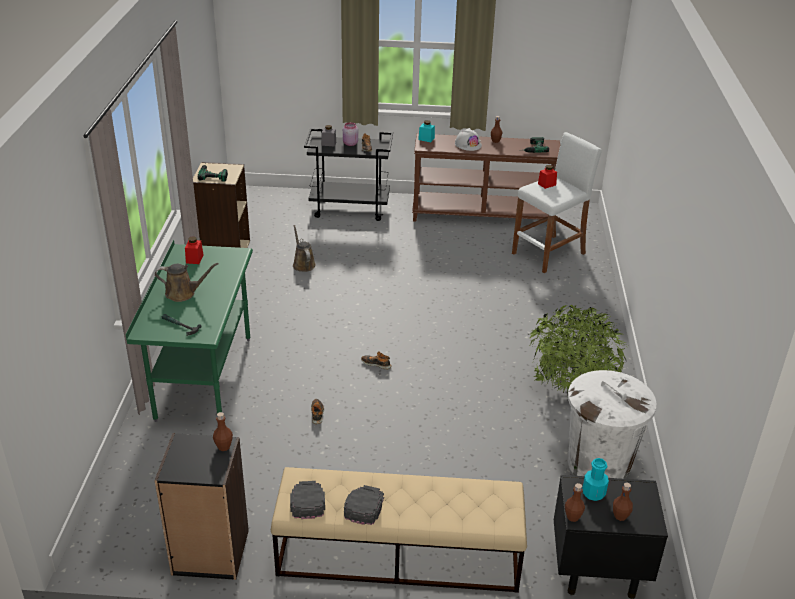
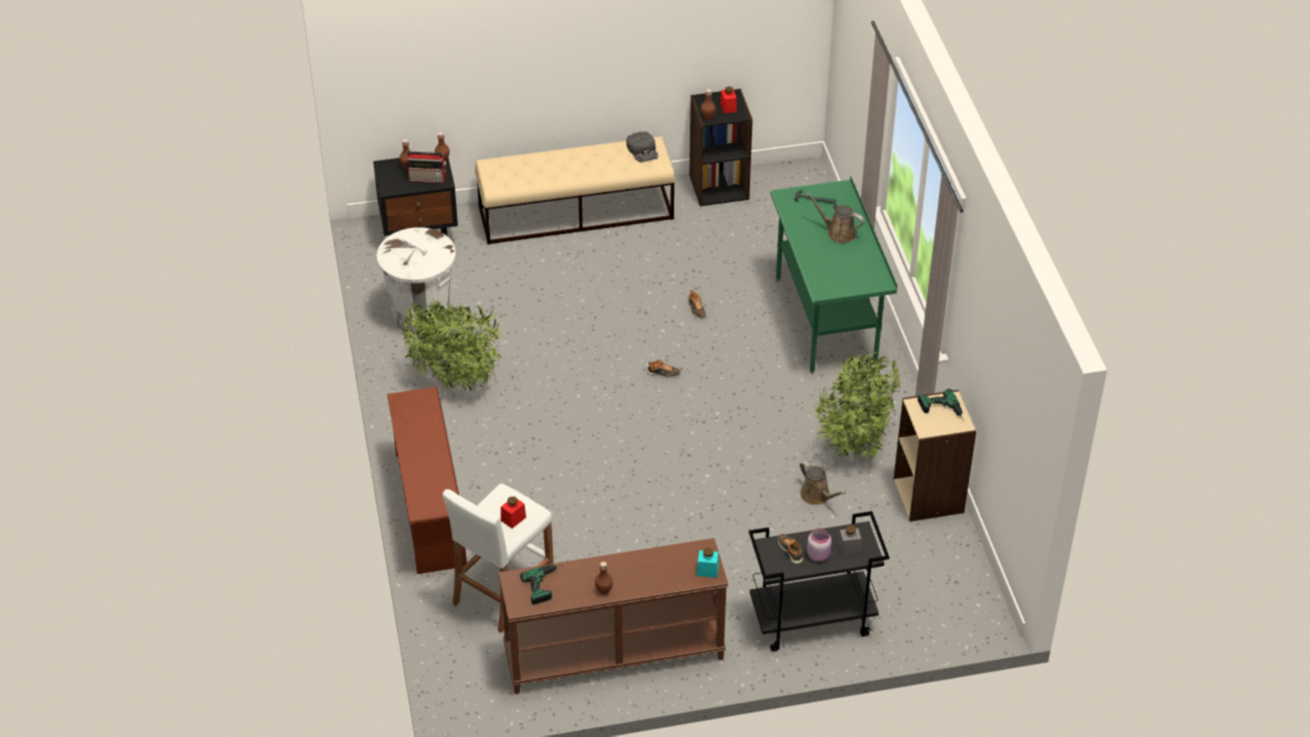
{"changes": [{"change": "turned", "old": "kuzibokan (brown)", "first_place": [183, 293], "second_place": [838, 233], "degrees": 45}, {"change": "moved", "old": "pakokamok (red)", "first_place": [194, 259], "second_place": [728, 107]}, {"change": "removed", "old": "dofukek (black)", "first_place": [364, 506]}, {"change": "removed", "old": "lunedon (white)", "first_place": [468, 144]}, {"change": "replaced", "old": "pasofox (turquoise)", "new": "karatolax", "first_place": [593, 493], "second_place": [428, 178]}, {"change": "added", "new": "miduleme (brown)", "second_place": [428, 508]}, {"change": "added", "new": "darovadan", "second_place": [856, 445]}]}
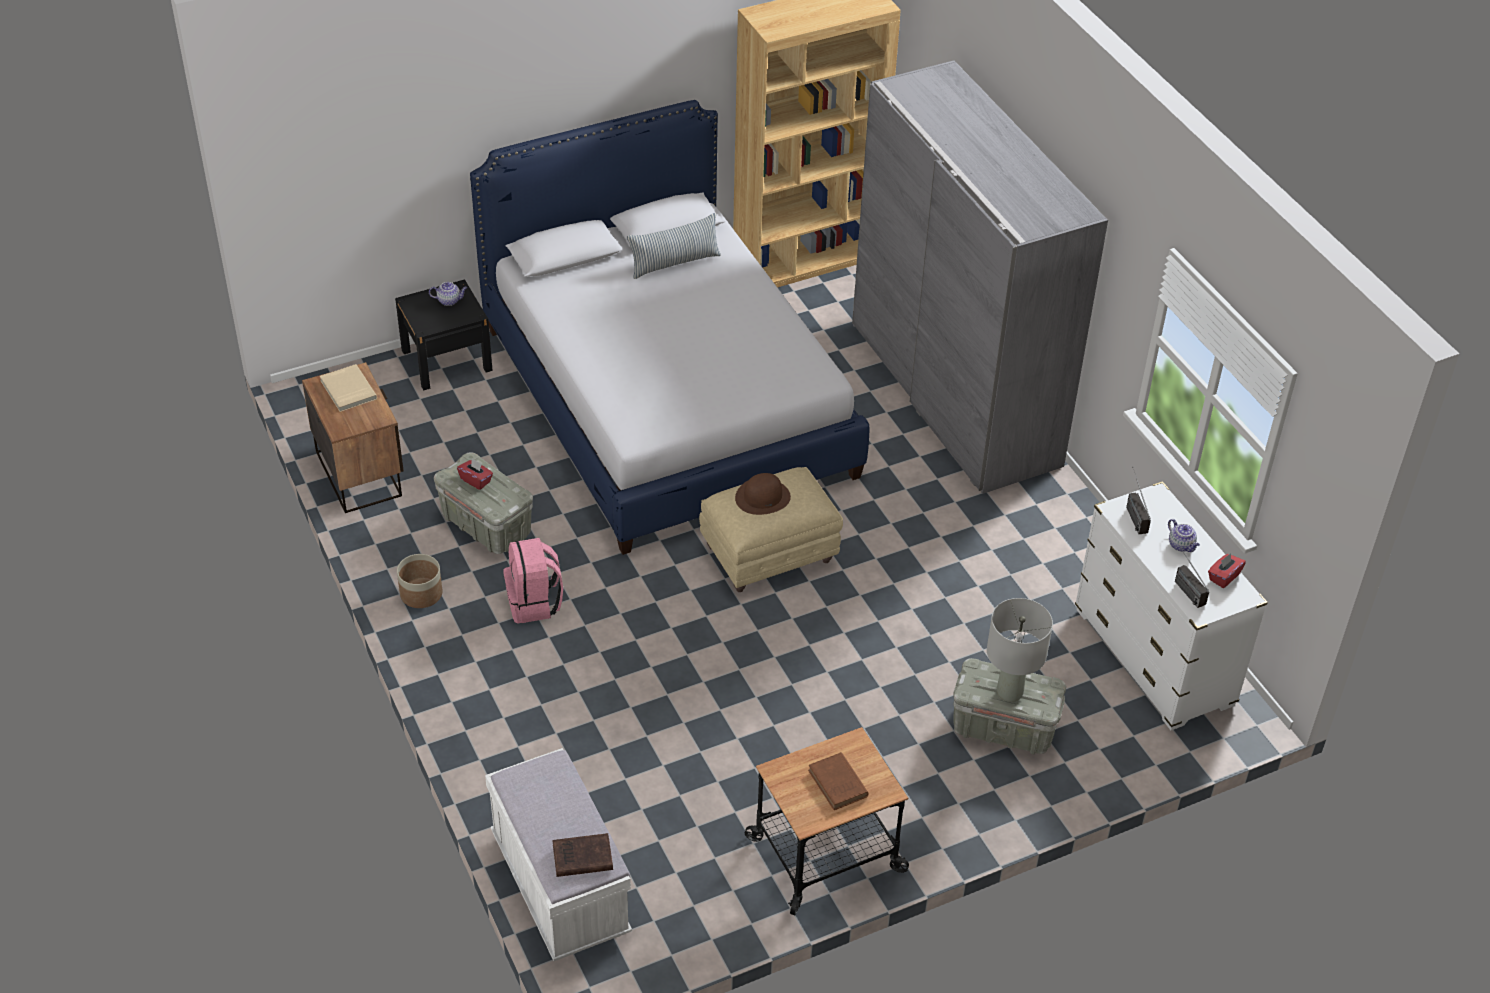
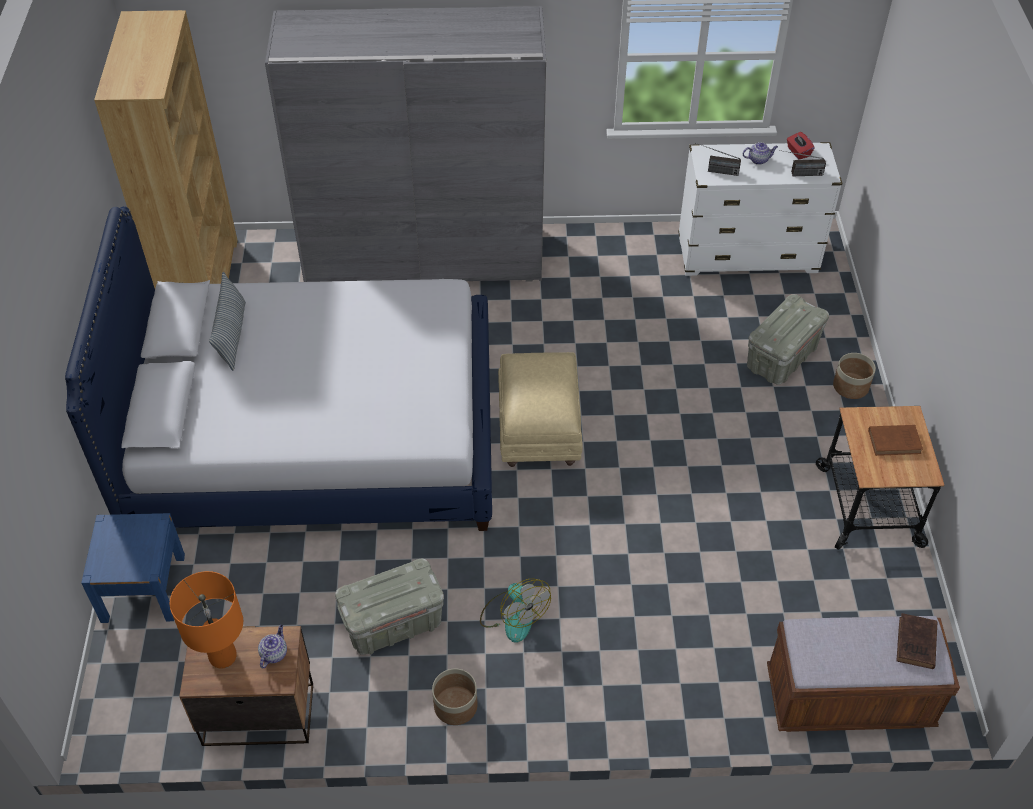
{"changes": [{"change": "replaced", "old": "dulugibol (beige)", "new": "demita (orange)", "first_place": [347, 390], "second_place": [223, 657]}, {"change": "recoloured", "old": "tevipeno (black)", "new": "tevipeno (blue)", "first_place": [446, 360], "second_place": [143, 588]}, {"change": "moved", "old": "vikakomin", "first_place": [449, 300], "second_place": [274, 653]}, {"change": "removed", "old": "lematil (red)", "first_place": [476, 480]}, {"change": "recoloured", "old": "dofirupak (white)", "new": "dofirupak (brown)", "first_place": [560, 886], "second_place": [848, 699]}, {"change": "replaced", "old": "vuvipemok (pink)", "new": "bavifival", "first_place": [534, 603], "second_place": [513, 616]}, {"change": "removed", "old": "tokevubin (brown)", "first_place": [763, 497]}, {"change": "removed", "old": "demita (grey)", "first_place": [1010, 692]}, {"change": "added", "new": "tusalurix", "second_place": [851, 386]}]}
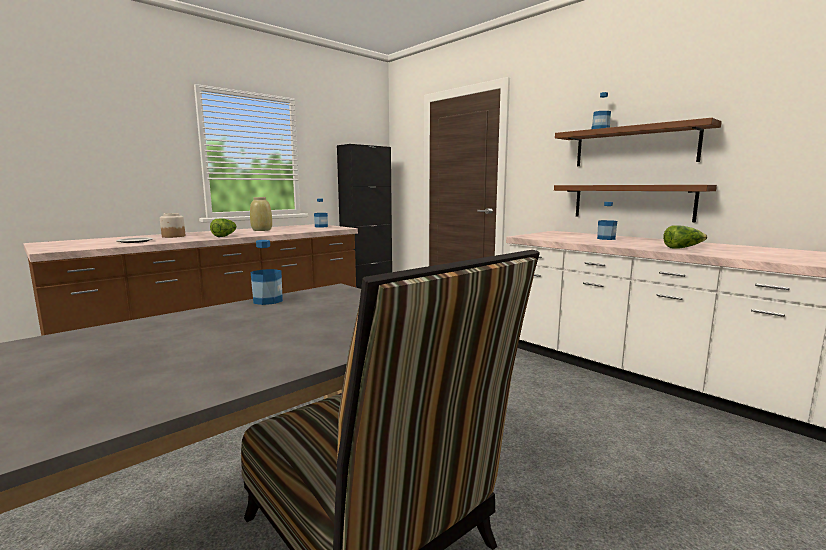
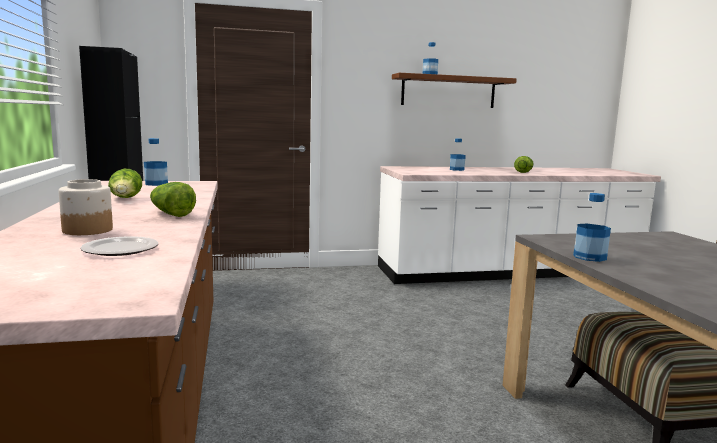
{"changes": [{"change": "replaced", "old": "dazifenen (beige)", "new": "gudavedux", "first_place": [262, 230], "second_place": [126, 199]}, {"change": "removed", "old": "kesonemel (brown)", "first_place": [632, 202]}]}
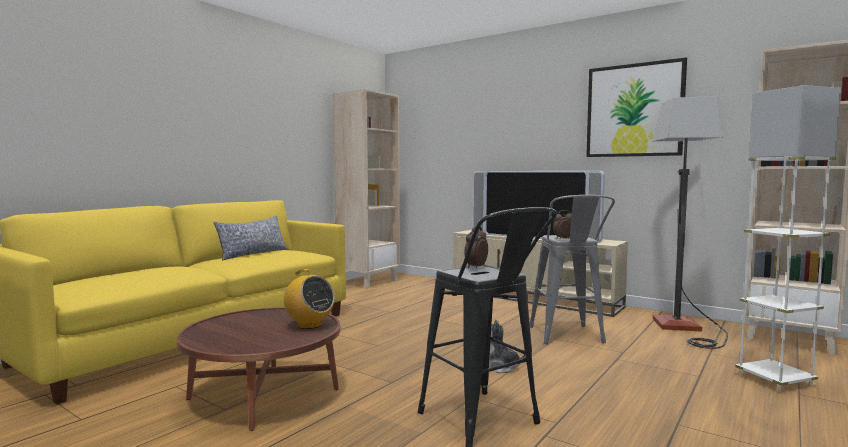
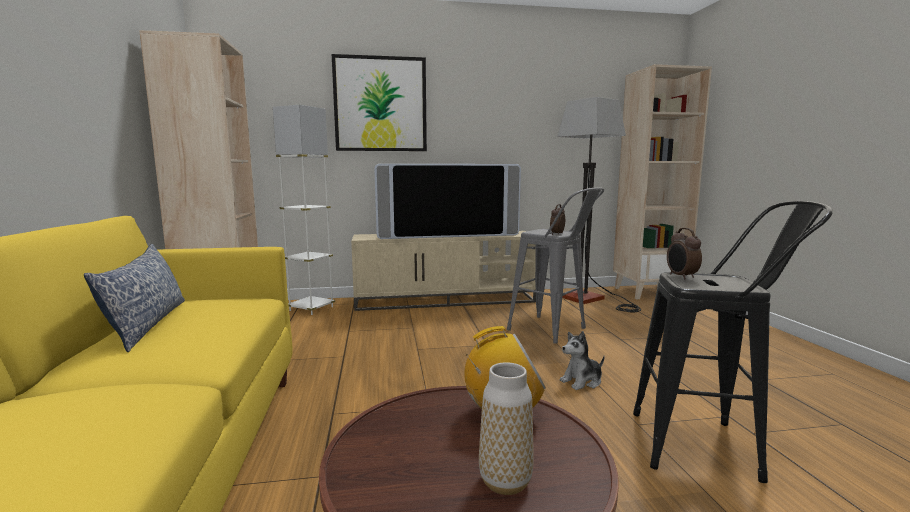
{"changes": [{"change": "moved", "old": "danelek", "first_place": [634, 110], "second_place": [380, 104]}, {"change": "moved", "old": "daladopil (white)", "first_place": [774, 380], "second_place": [311, 308]}, {"change": "added", "new": "dazifenen", "second_place": [505, 482]}]}
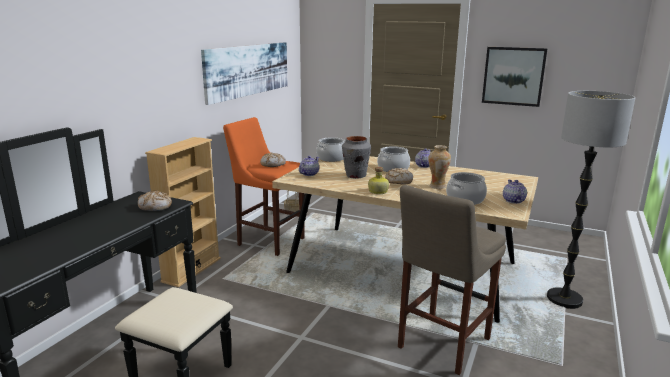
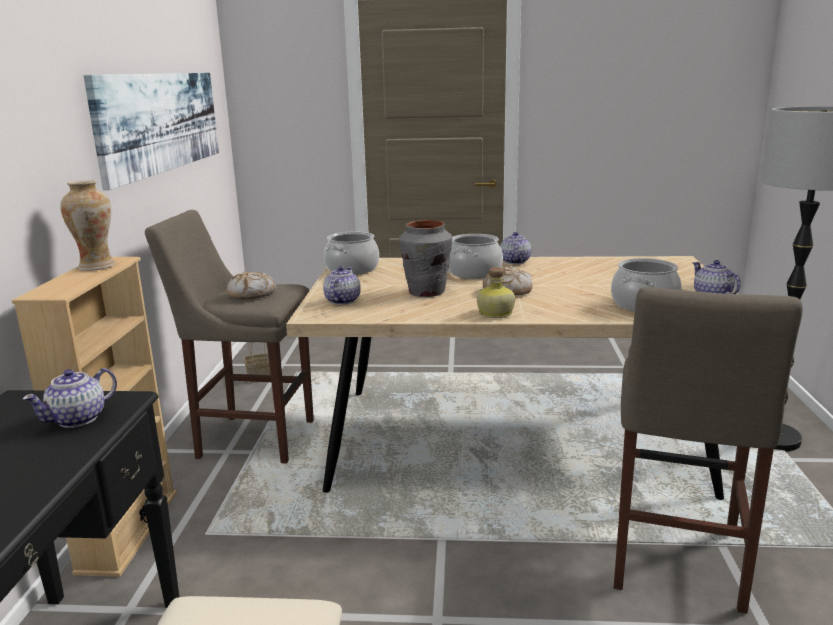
{"changes": [{"change": "replaced", "old": "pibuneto", "new": "vikakomin", "first_place": [155, 206], "second_place": [78, 419]}, {"change": "recoloured", "old": "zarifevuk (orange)", "new": "zarifevuk (beige)", "first_place": [268, 241], "second_place": [251, 438]}, {"change": "moved", "old": "dazifenen", "first_place": [437, 186], "second_place": [96, 266]}, {"change": "removed", "old": "danelek", "first_place": [513, 76]}]}
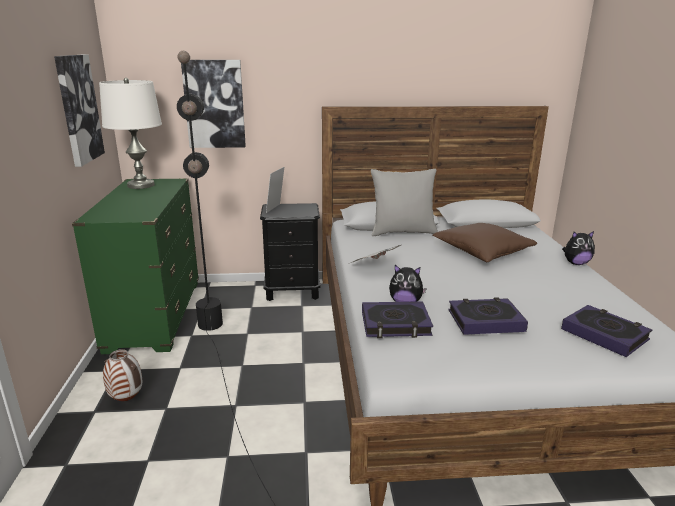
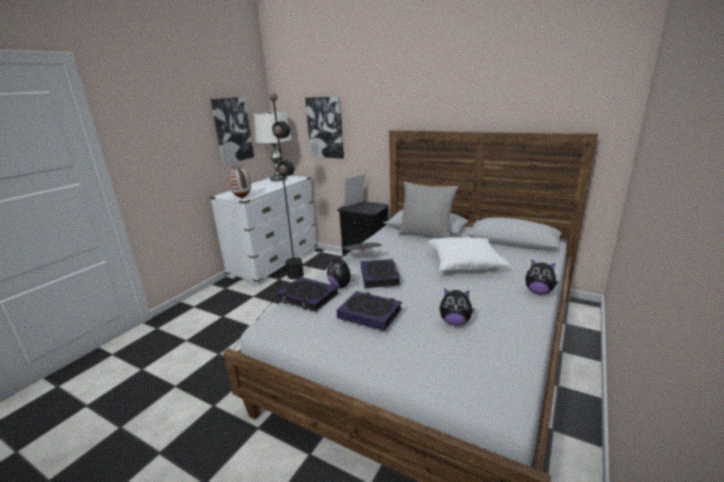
{"changes": [{"change": "recoloured", "old": "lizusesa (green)", "new": "lizusesa (white)", "first_place": [155, 315], "second_place": [275, 262]}, {"change": "moved", "old": "dazifenen", "first_place": [127, 399], "second_place": [242, 198]}, {"change": "recoloured", "old": "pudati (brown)", "new": "pudati (white)", "first_place": [482, 252], "second_place": [465, 263]}, {"change": "moved", "old": "dulugibol", "first_place": [604, 334], "second_place": [379, 277]}, {"change": "added", "new": "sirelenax", "second_place": [455, 322]}]}
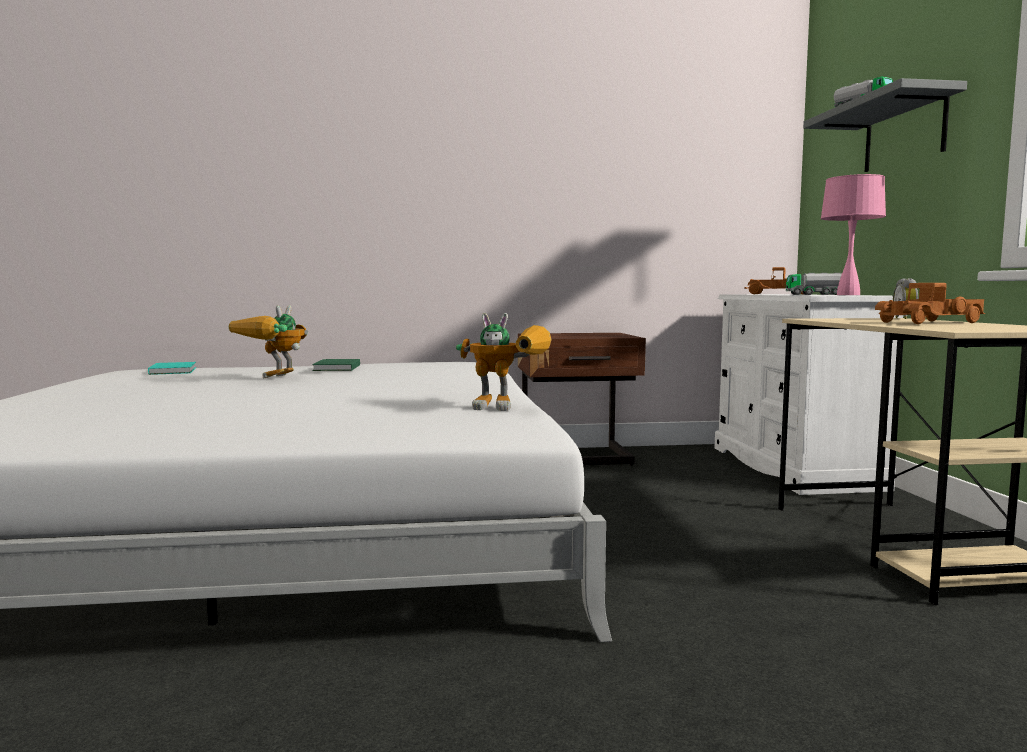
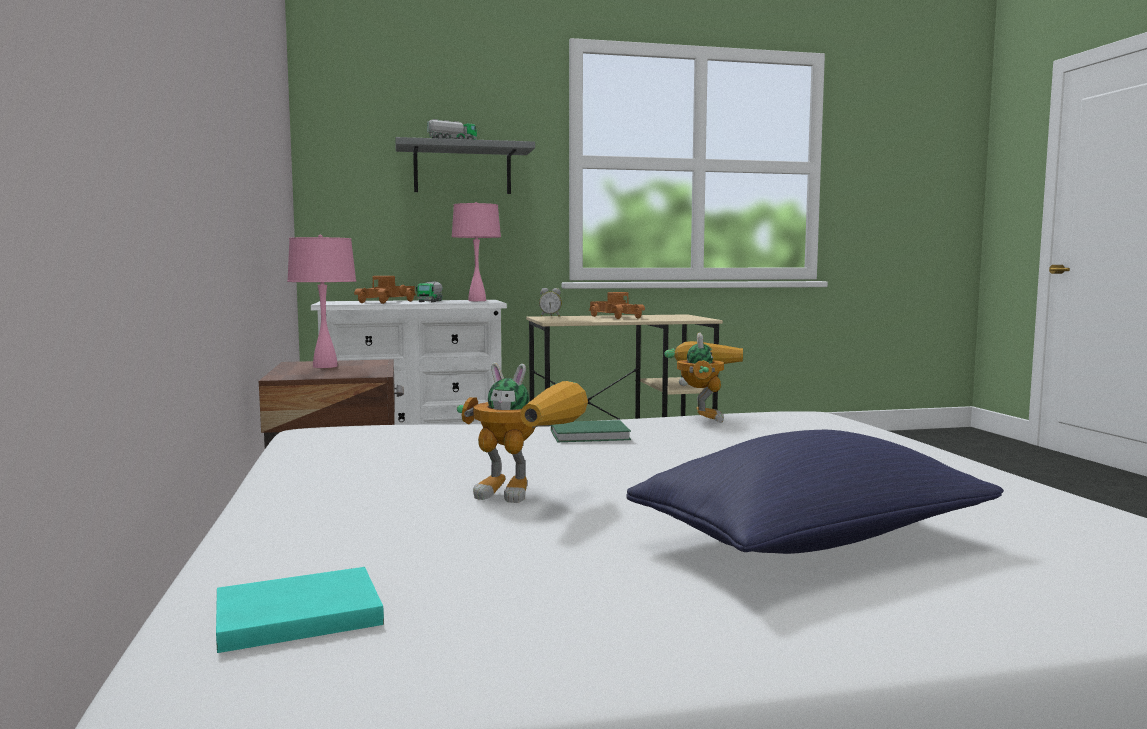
{"changes": [{"change": "moved", "old": "dulugibol (green)", "first_place": [336, 368], "second_place": [592, 435]}, {"change": "added", "new": "demita (pink)", "second_place": [324, 366]}, {"change": "added", "new": "pudati (blue)", "second_place": [813, 542]}]}
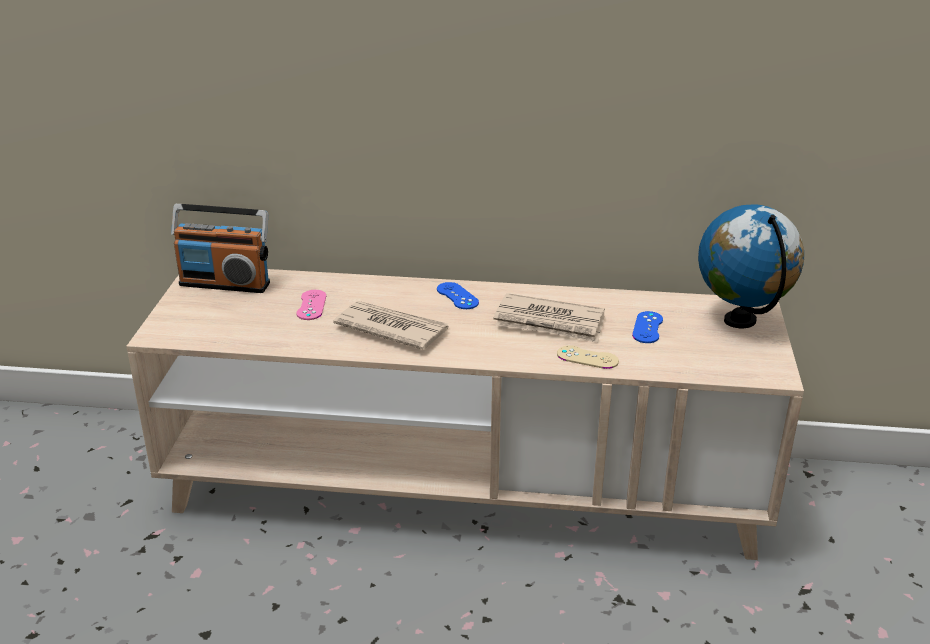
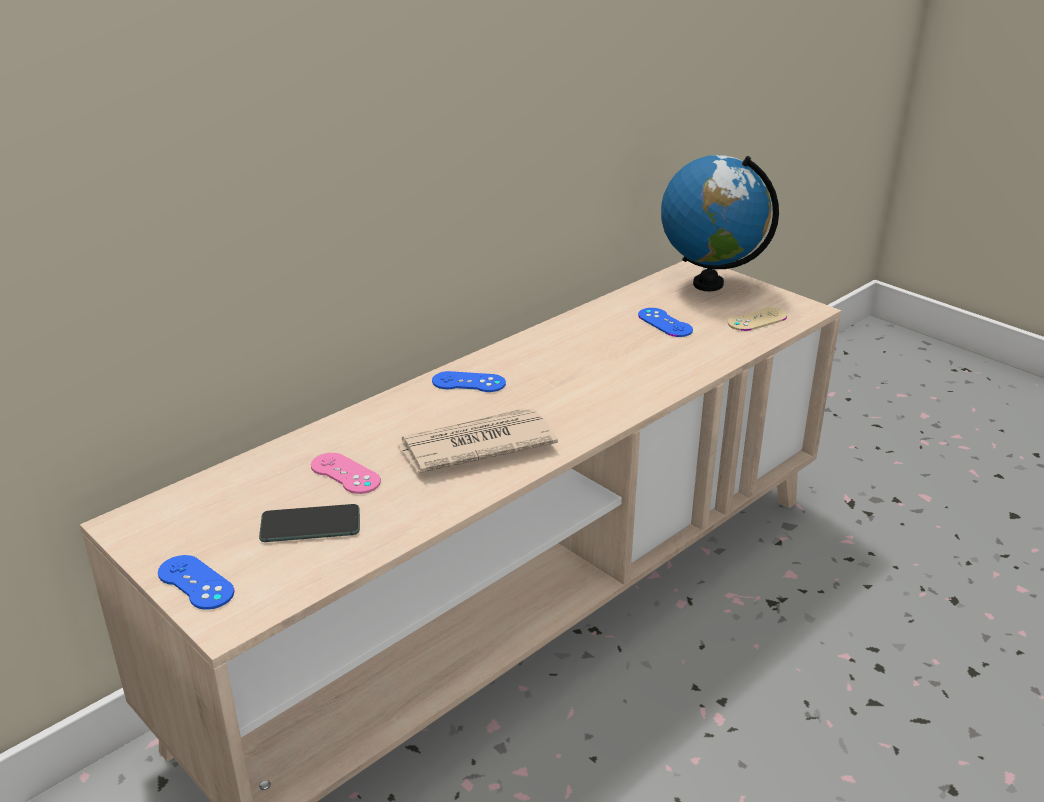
{"changes": [{"change": "removed", "old": "karatolax", "first_place": [225, 283]}, {"change": "removed", "old": "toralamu", "first_place": [550, 323]}, {"change": "moved", "old": "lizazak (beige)", "first_place": [587, 357], "second_place": [757, 320]}, {"change": "added", "new": "lizazak (blue)", "second_place": [195, 582]}, {"change": "added", "new": "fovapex", "second_place": [310, 525]}]}
